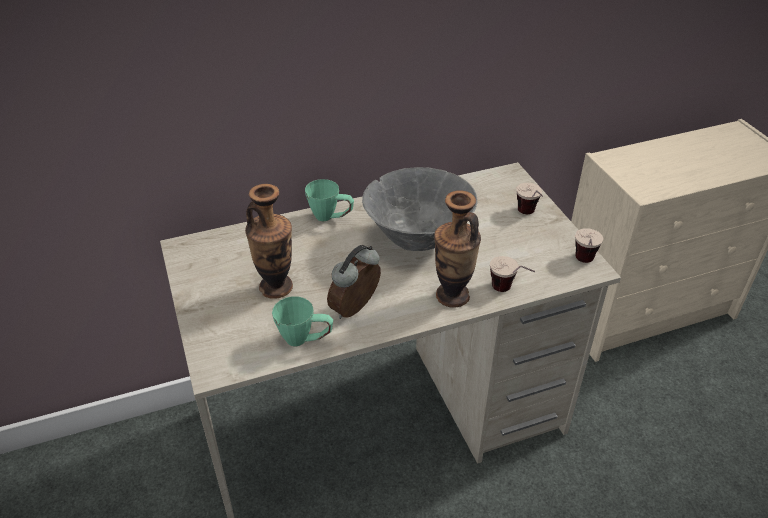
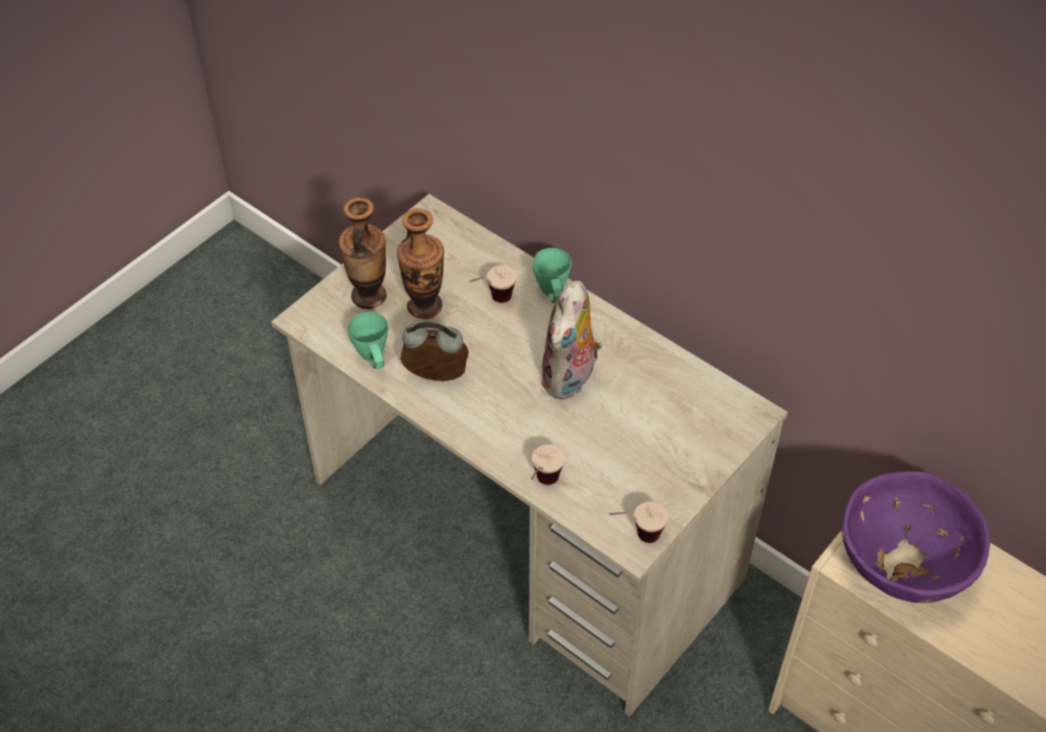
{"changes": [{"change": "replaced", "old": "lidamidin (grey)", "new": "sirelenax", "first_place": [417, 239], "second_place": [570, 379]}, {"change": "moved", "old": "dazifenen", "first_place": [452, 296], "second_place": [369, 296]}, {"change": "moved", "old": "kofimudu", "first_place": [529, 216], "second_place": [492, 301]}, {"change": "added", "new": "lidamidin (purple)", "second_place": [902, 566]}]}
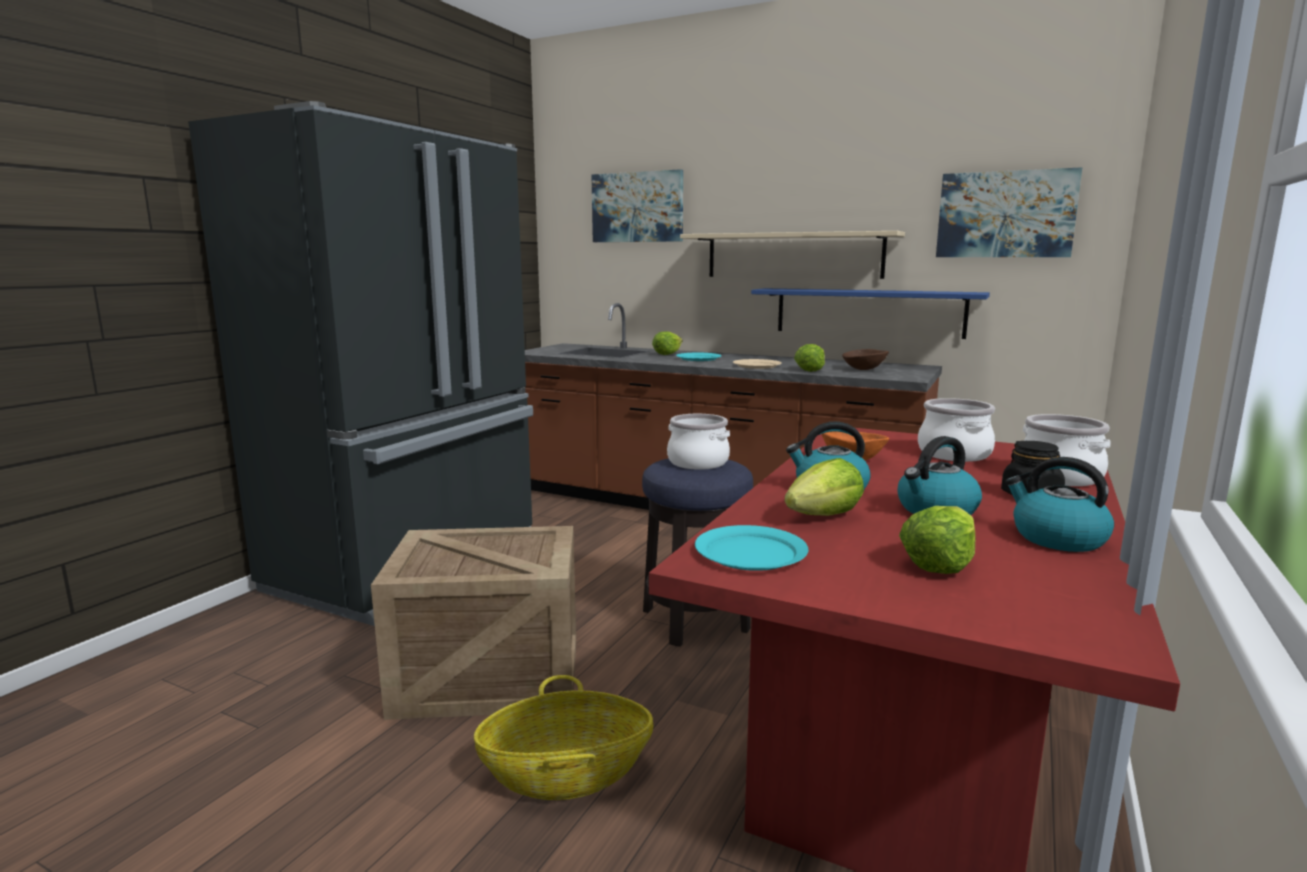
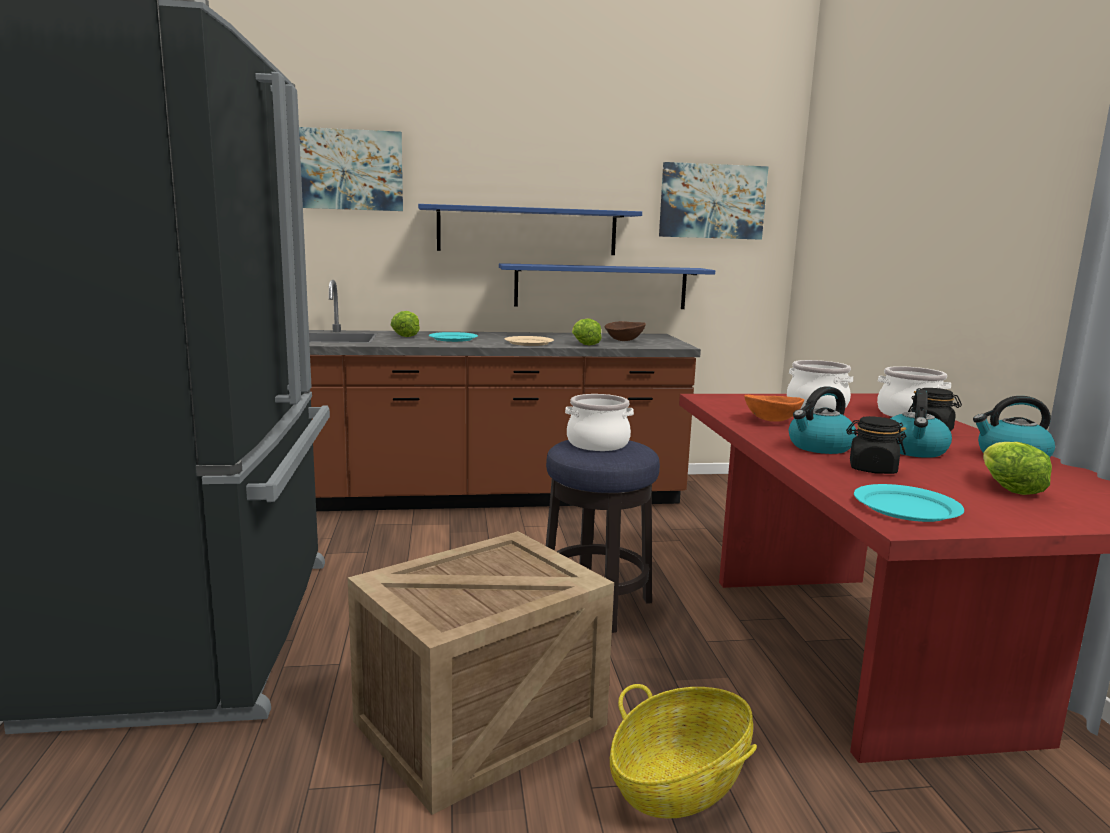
{"changes": [{"change": "recoloured", "old": "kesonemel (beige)", "new": "kesonemel (blue)", "first_place": [793, 255], "second_place": [527, 231]}, {"change": "replaced", "old": "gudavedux", "new": "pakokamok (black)", "first_place": [824, 516], "second_place": [872, 469]}]}
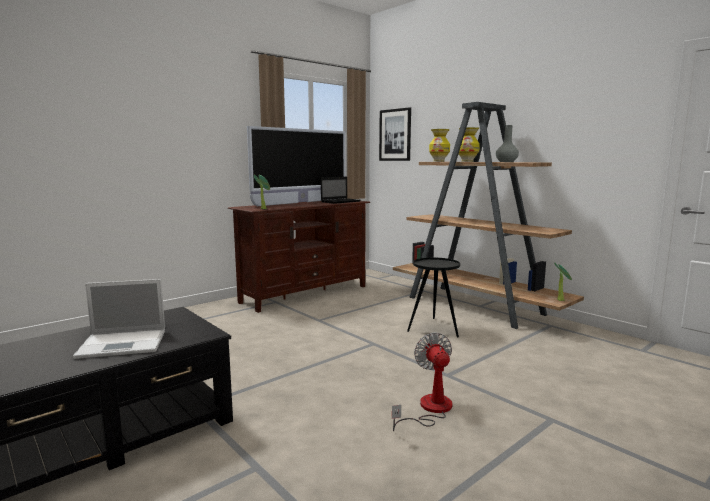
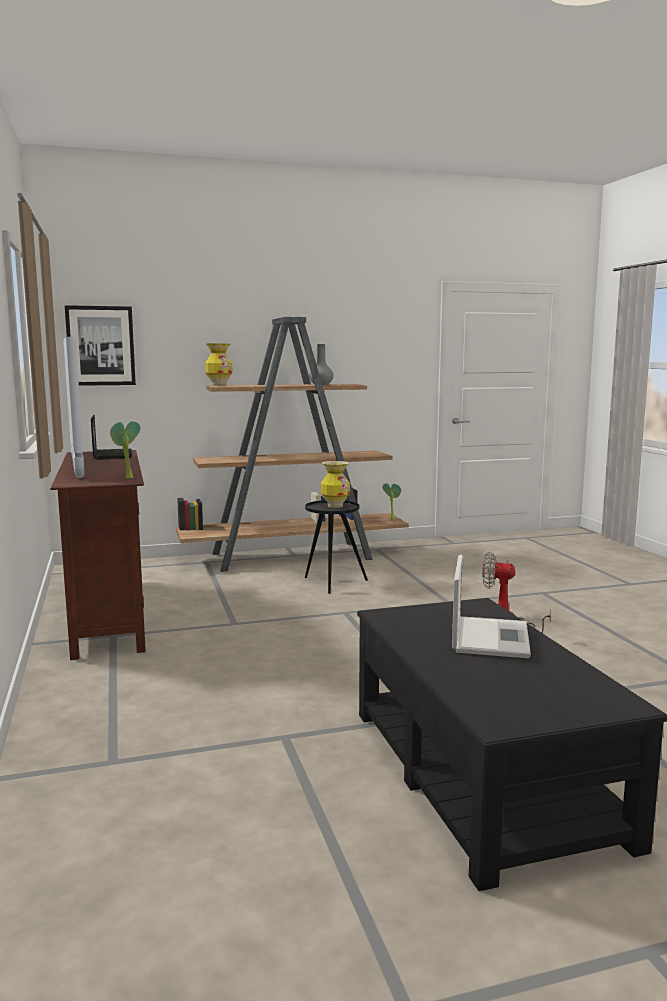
{"changes": [{"change": "moved", "old": "dazifenen", "first_place": [467, 161], "second_place": [335, 506]}]}
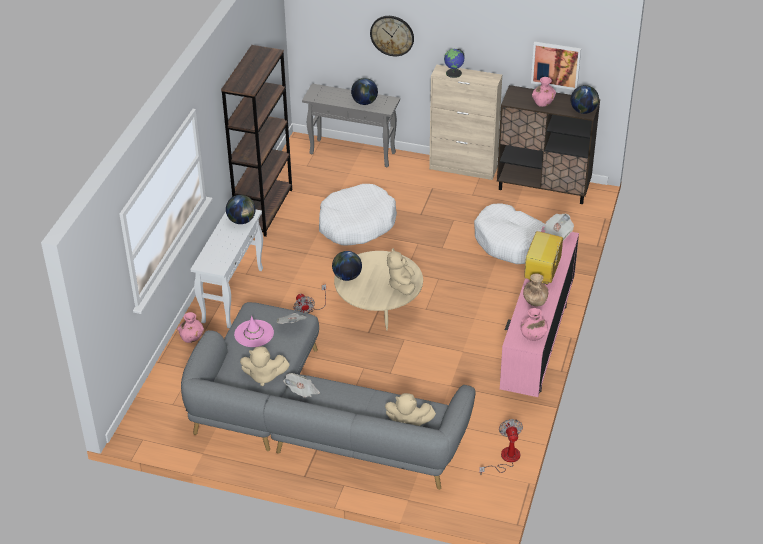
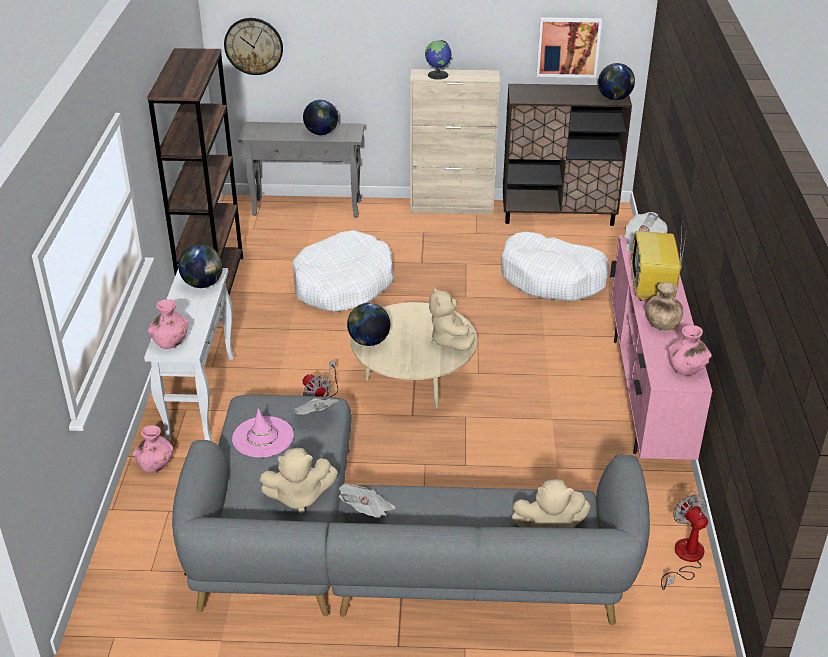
{"changes": [{"change": "moved", "old": "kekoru", "first_place": [392, 35], "second_place": [253, 46]}, {"change": "moved", "old": "dazifenen (pink)", "first_place": [543, 102], "second_place": [171, 341]}]}
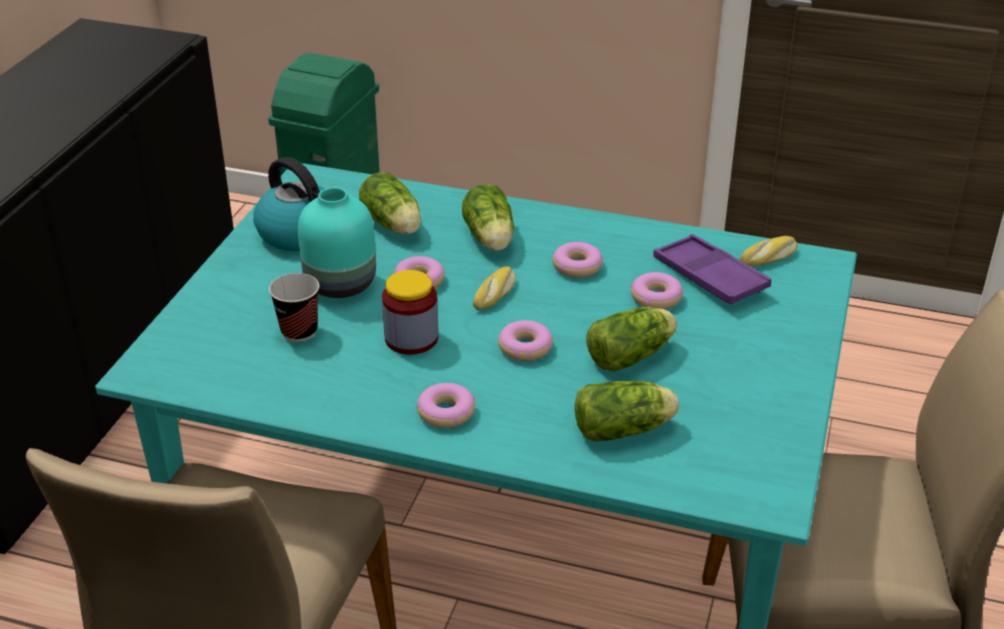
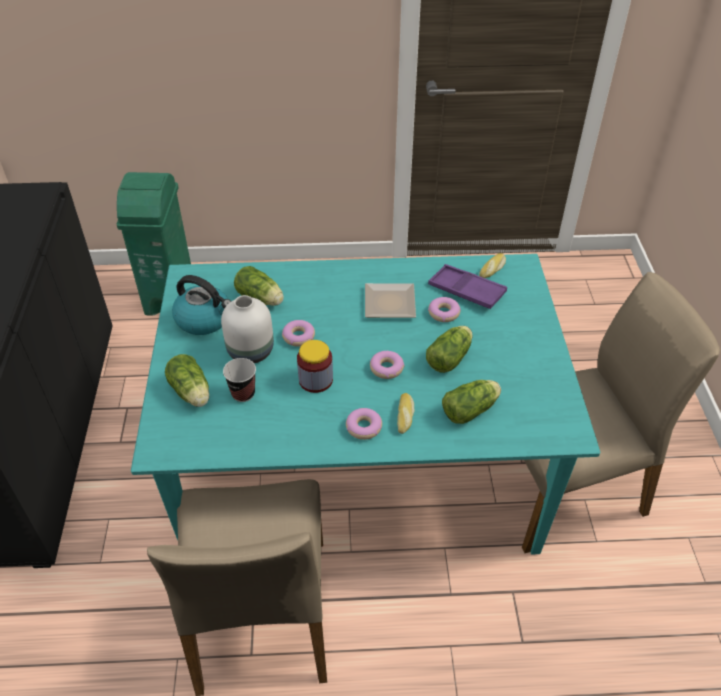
{"changes": [{"change": "recoloured", "old": "dazifenen (turquoise)", "new": "dazifenen (white)", "first_place": [339, 285], "second_place": [250, 352]}, {"change": "moved", "old": "gudavedux", "first_place": [490, 239], "second_place": [192, 393]}, {"change": "moved", "old": "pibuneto", "first_place": [496, 294], "second_place": [405, 416]}, {"change": "replaced", "old": "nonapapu", "new": "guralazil", "first_place": [577, 266], "second_place": [388, 302]}]}
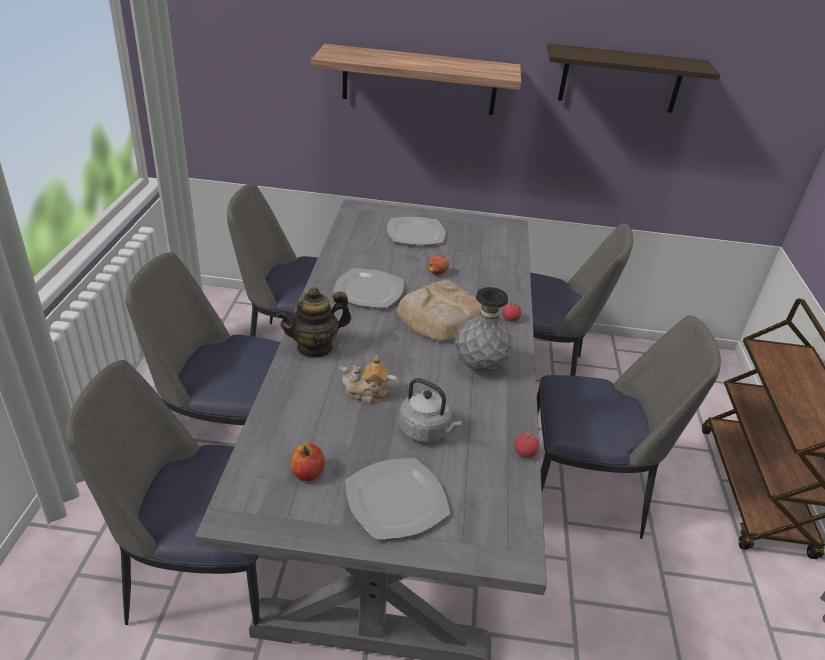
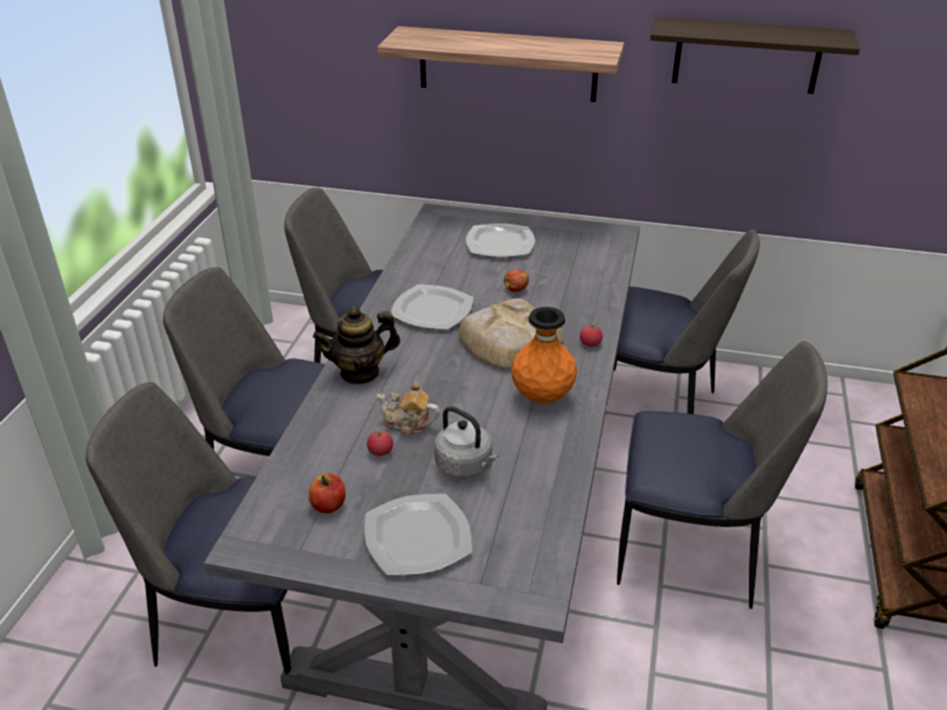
{"changes": [{"change": "recoloured", "old": "dazifenen (grey)", "new": "dazifenen (orange)", "first_place": [480, 366], "second_place": [542, 397]}, {"change": "moved", "old": "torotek", "first_place": [524, 452], "second_place": [380, 451]}]}
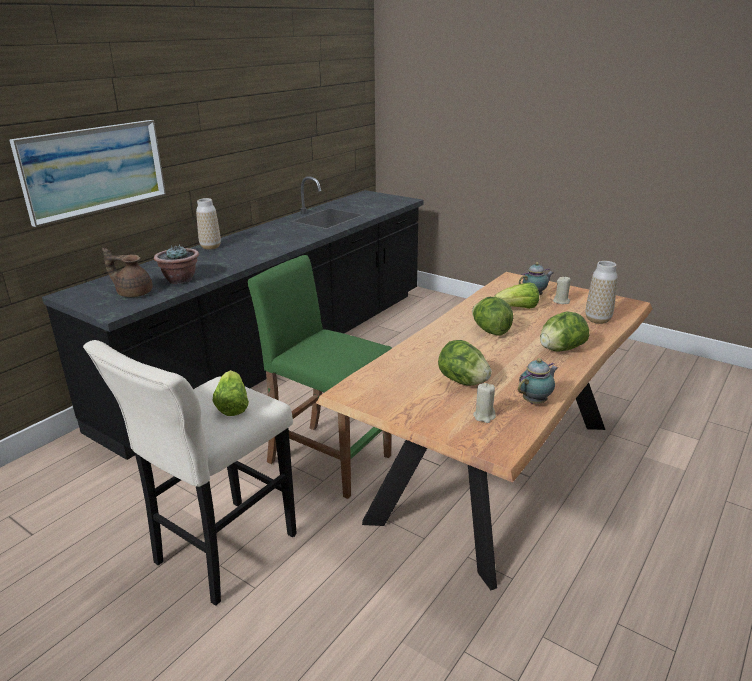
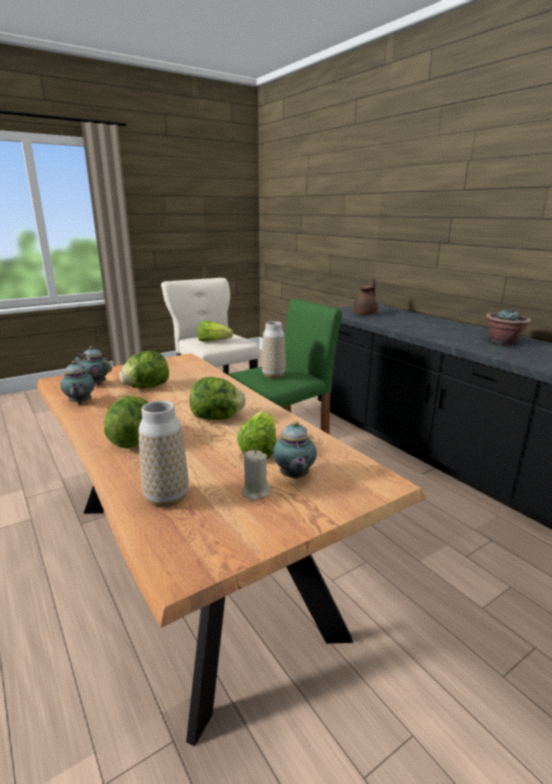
{"changes": [{"change": "removed", "old": "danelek", "first_place": [94, 169]}, {"change": "moved", "old": "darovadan", "first_place": [180, 280], "second_place": [503, 342]}, {"change": "moved", "old": "dazifenen", "first_place": [210, 247], "second_place": [273, 375]}, {"change": "replaced", "old": "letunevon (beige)", "new": "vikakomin", "first_place": [484, 416], "second_place": [95, 384]}]}
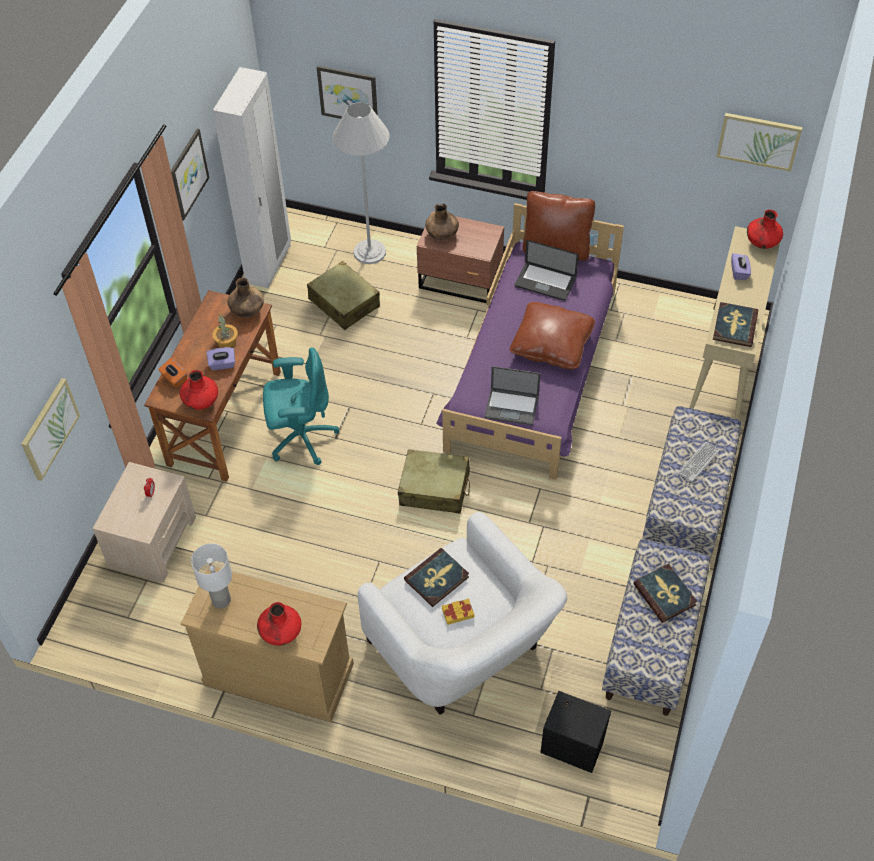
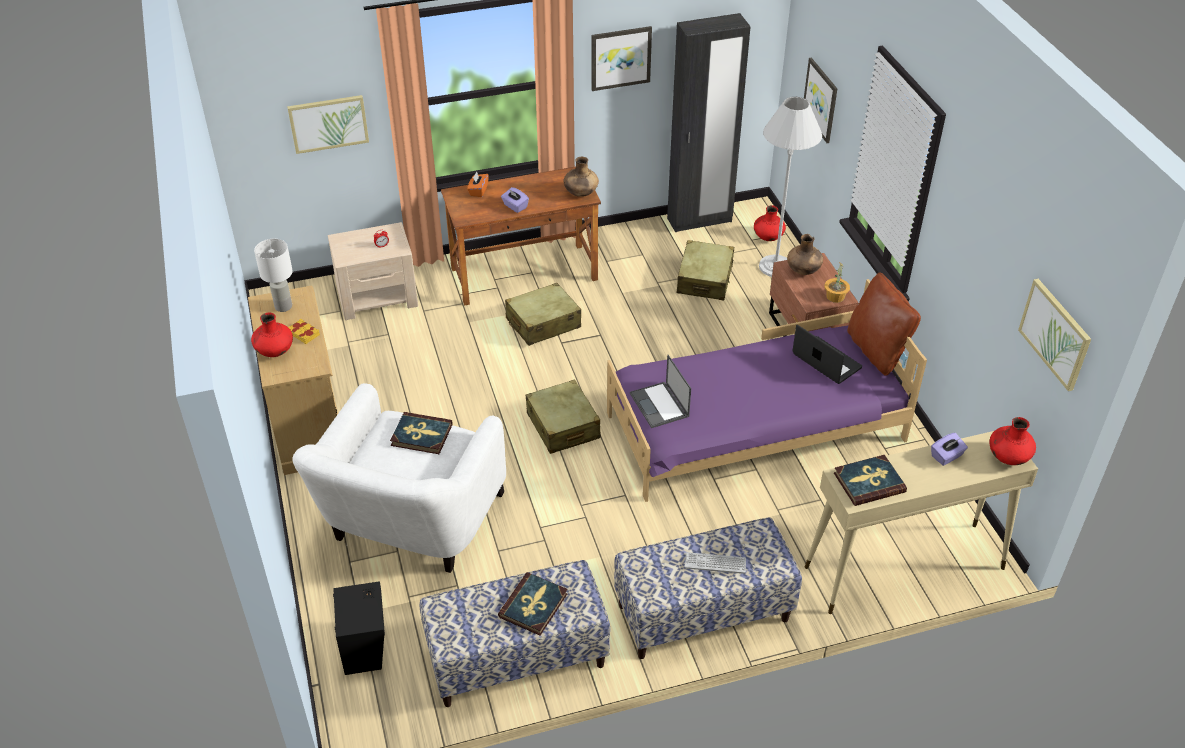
{"changes": [{"change": "moved", "old": "dazifenen (red)", "first_place": [201, 402], "second_place": [768, 237]}, {"change": "moved", "old": "darovadan", "first_place": [226, 343], "second_place": [835, 296]}, {"change": "recoloured", "old": "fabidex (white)", "new": "fabidex (black)", "first_place": [269, 264], "second_place": [699, 220]}, {"change": "replaced", "old": "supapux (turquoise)", "new": "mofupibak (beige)", "first_place": [300, 438], "second_place": [543, 323]}, {"change": "moved", "old": "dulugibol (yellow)", "first_place": [457, 612], "second_place": [304, 333]}, {"change": "removed", "old": "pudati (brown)", "first_place": [551, 345]}, {"change": "turned", "old": "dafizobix", "first_place": [545, 282], "second_place": [826, 361], "degrees": 150}]}
